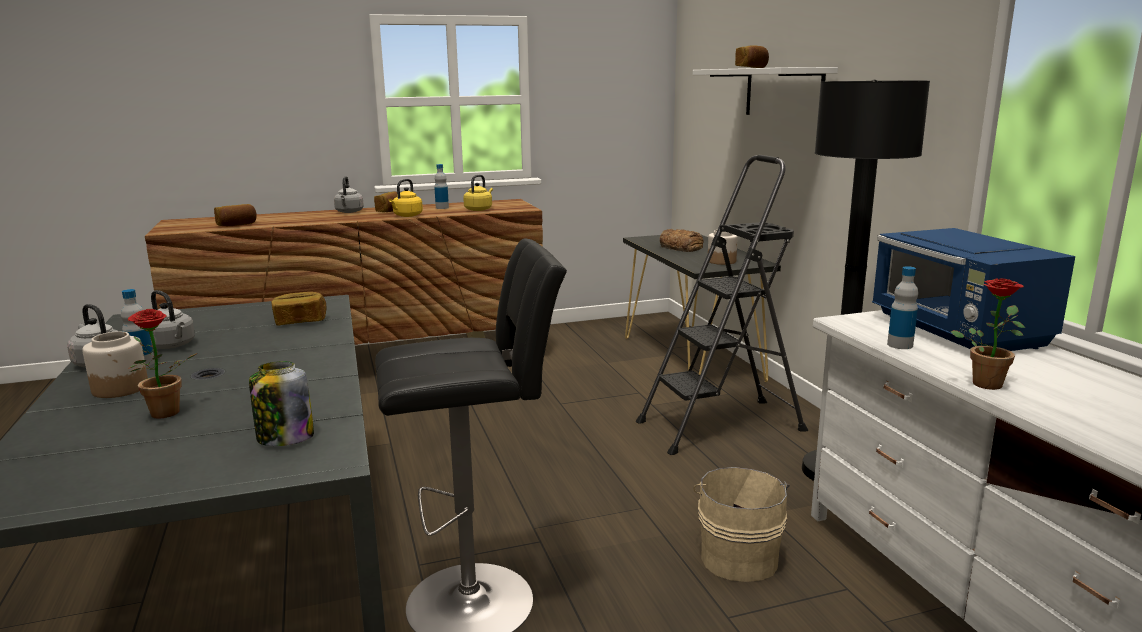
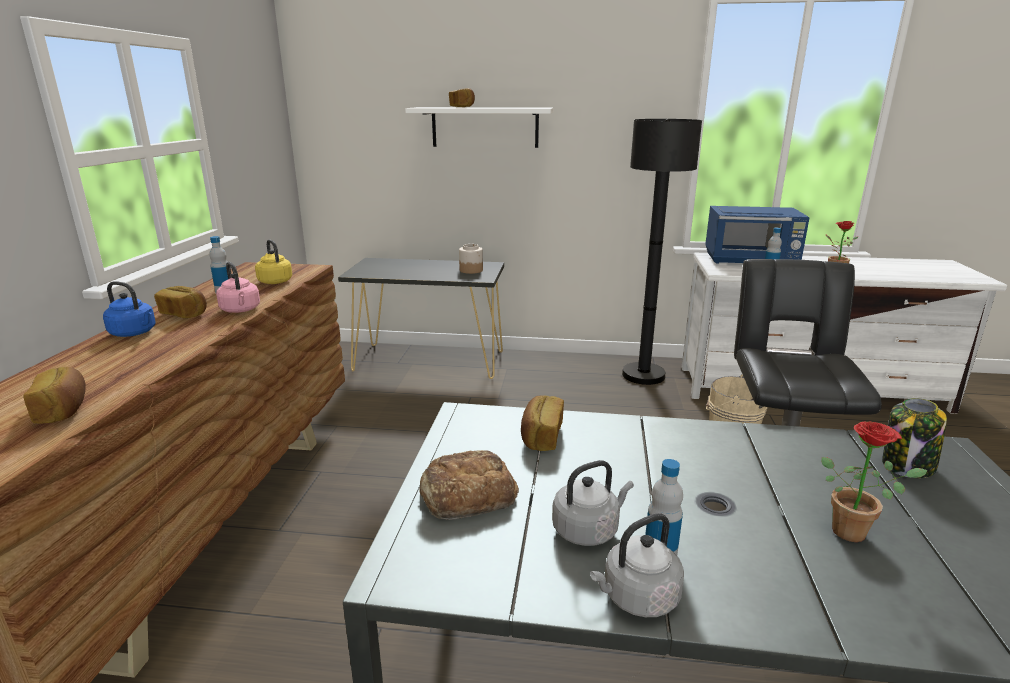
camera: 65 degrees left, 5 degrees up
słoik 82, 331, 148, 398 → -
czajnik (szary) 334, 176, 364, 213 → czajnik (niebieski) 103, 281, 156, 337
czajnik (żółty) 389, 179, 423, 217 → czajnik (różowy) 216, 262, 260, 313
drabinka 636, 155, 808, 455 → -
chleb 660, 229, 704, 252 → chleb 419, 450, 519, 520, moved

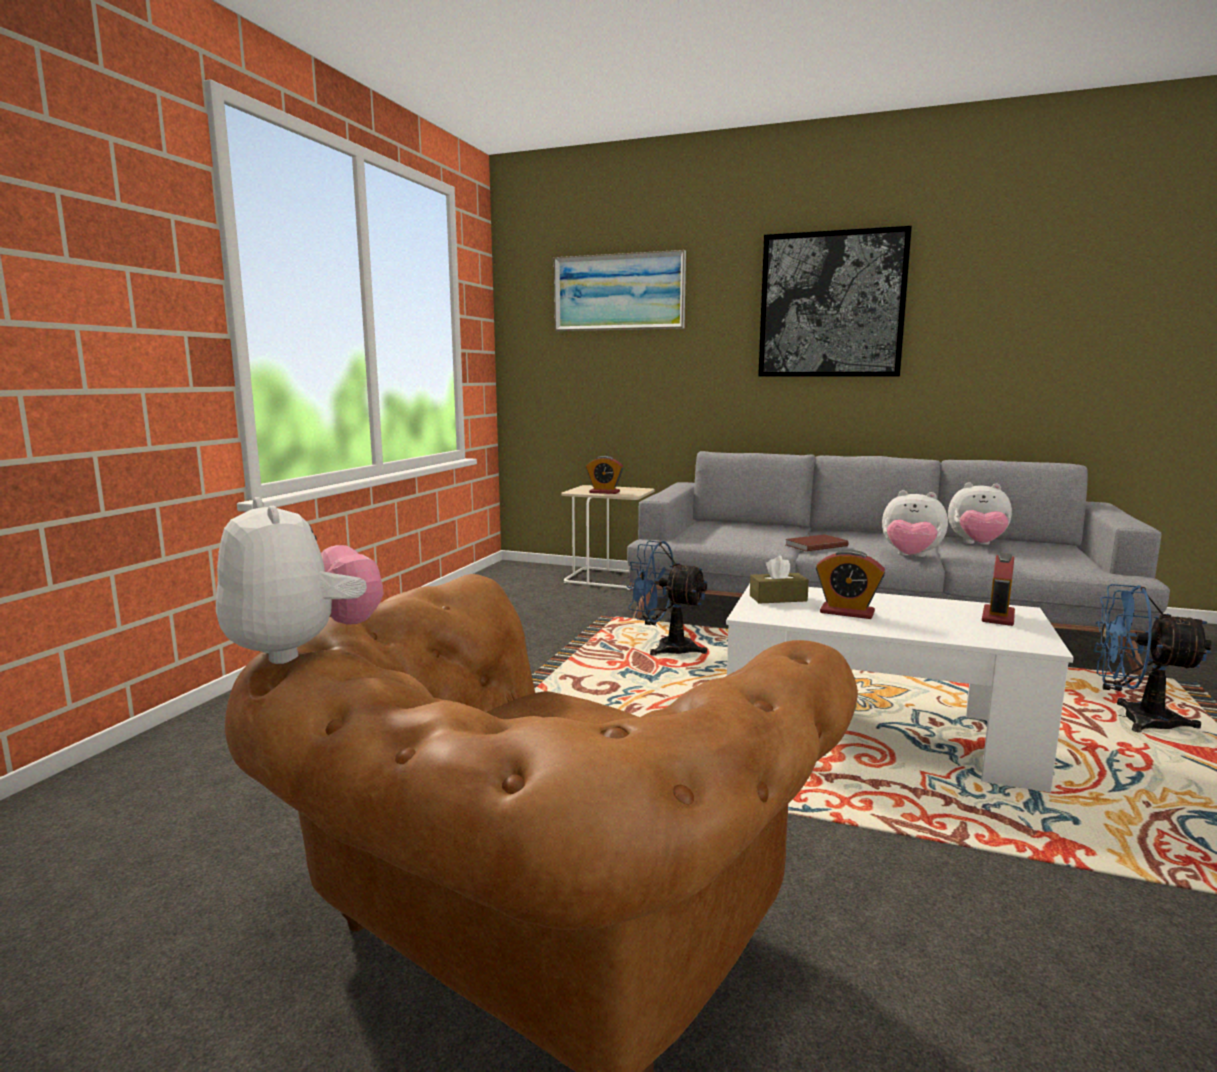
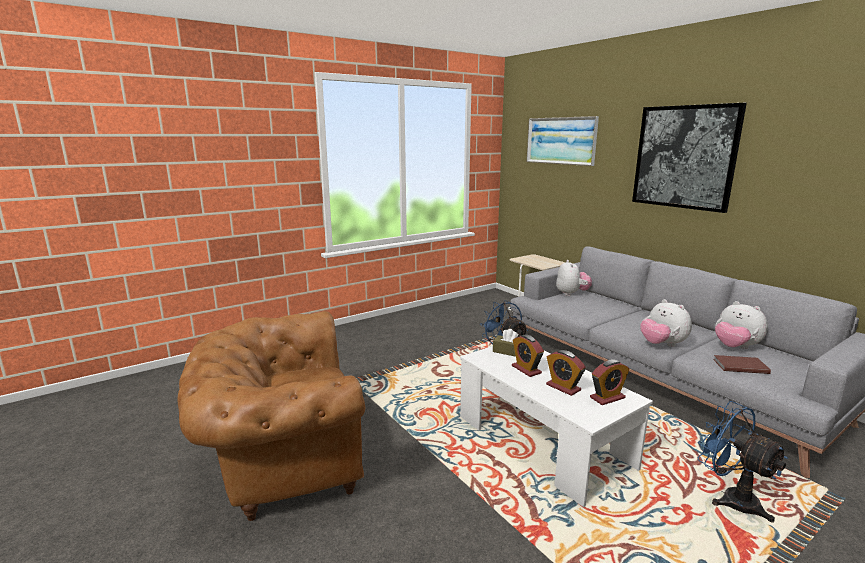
camera: 35 degrees right, 5 degrees up
pluszak 216, 497, 384, 664 → pluszak 556, 260, 592, 296, moved
budzik 586, 456, 623, 494 → budzik 546, 350, 586, 396, moved
książka (brązowy) 785, 534, 848, 552 → książka (brązowy) 713, 355, 771, 374, moved

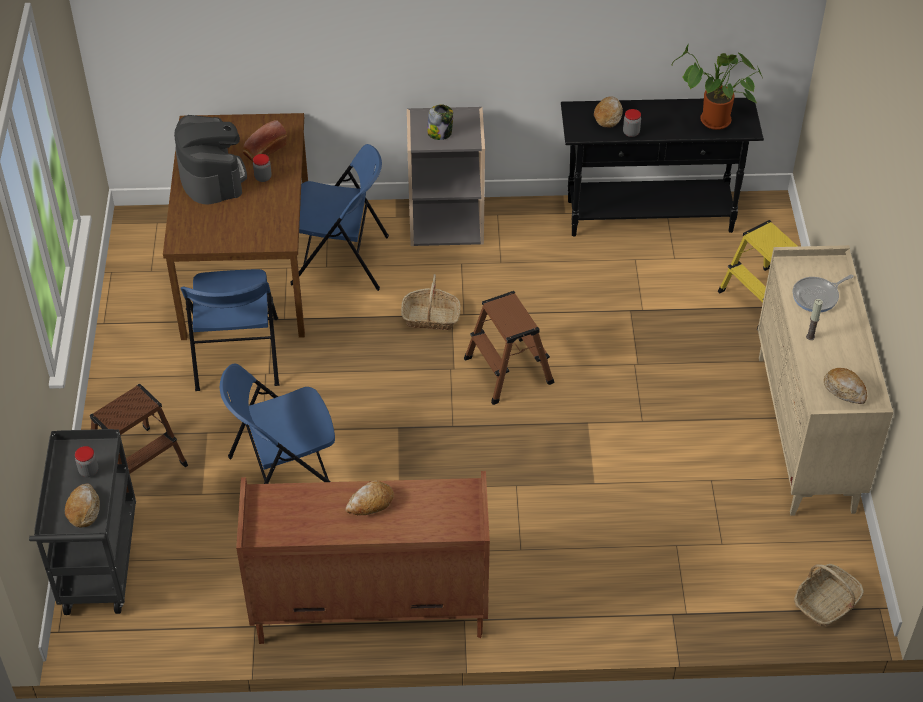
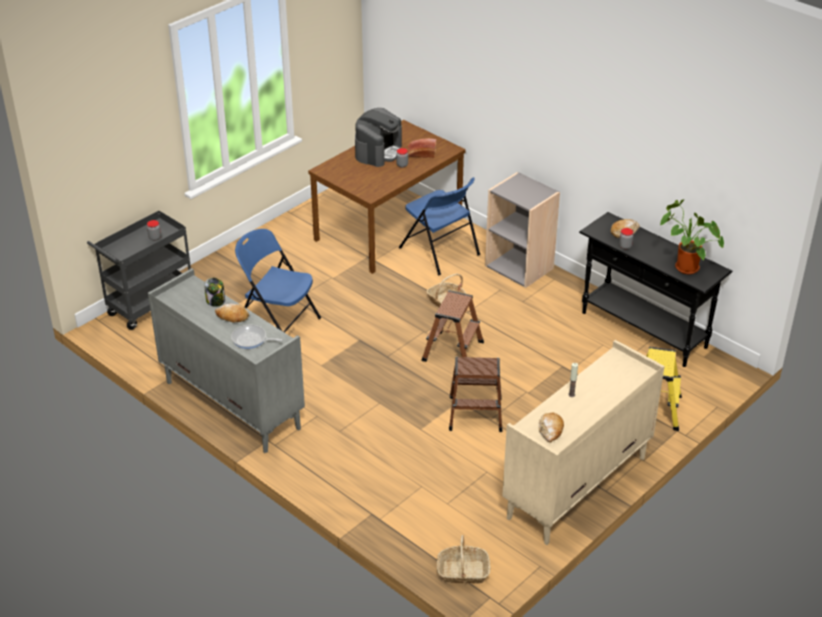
camera: 45 degrees right, 10 degrees down
chleb 65, 484, 100, 527 → -
drabinka (brązowy) 90, 383, 188, 493 → drabinka (brązowy) 449, 357, 502, 432, moved
krzesło (niebieski) 180, 269, 280, 391 → -
szafka (brązowy) 236, 471, 490, 644 → szafka (szary) 148, 268, 305, 453
słoik 427, 104, 453, 140 → słoik 204, 278, 225, 307, moved
patelnia 793, 275, 854, 312 → patelnia 231, 325, 282, 349, moved

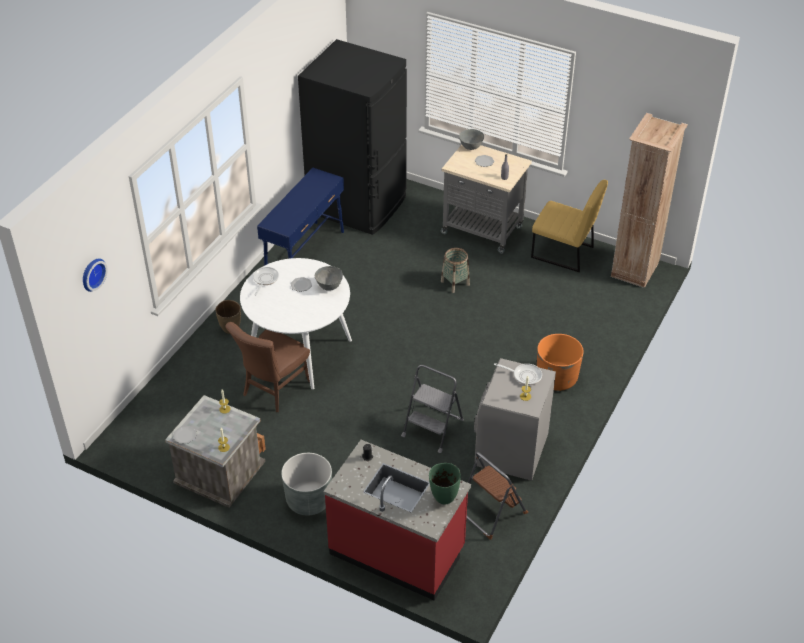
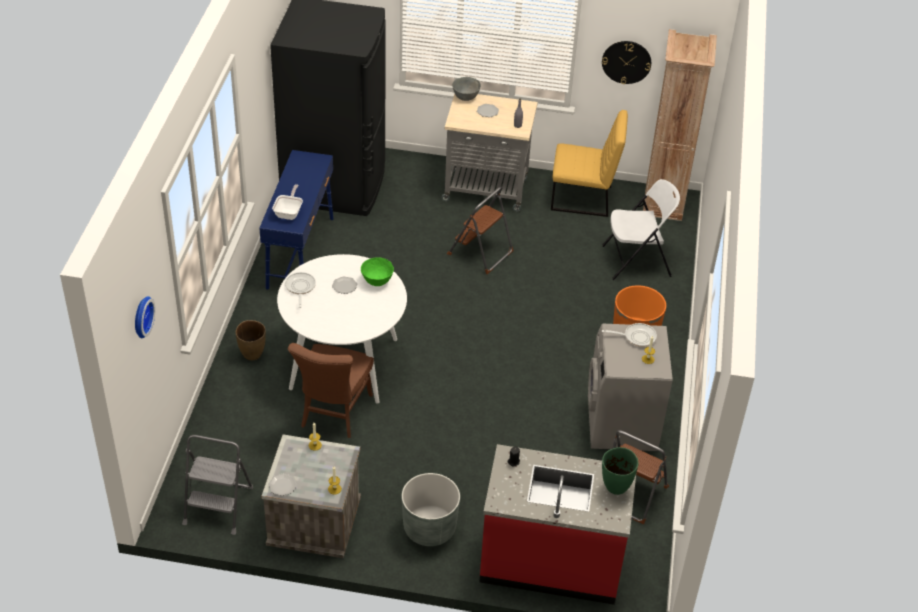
camera: 20 degrees left, 0 degrees up
miska (szary) 315, 266, 343, 291 → miska (zielony) 361, 257, 394, 286
drabinka (szary) 401, 365, 464, 453 → drabinka (szary) 182, 435, 253, 535, moved
koszyk 441, 248, 470, 293 → drabinka (brązowy) 447, 186, 514, 274
- → patelnia 272, 184, 303, 220
- → zegar ścienny 602, 41, 651, 84
- → krzesło (biały) 602, 179, 680, 280

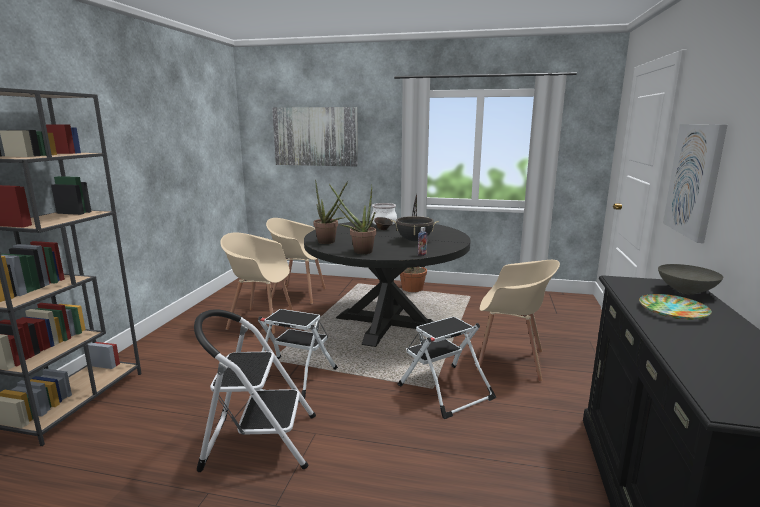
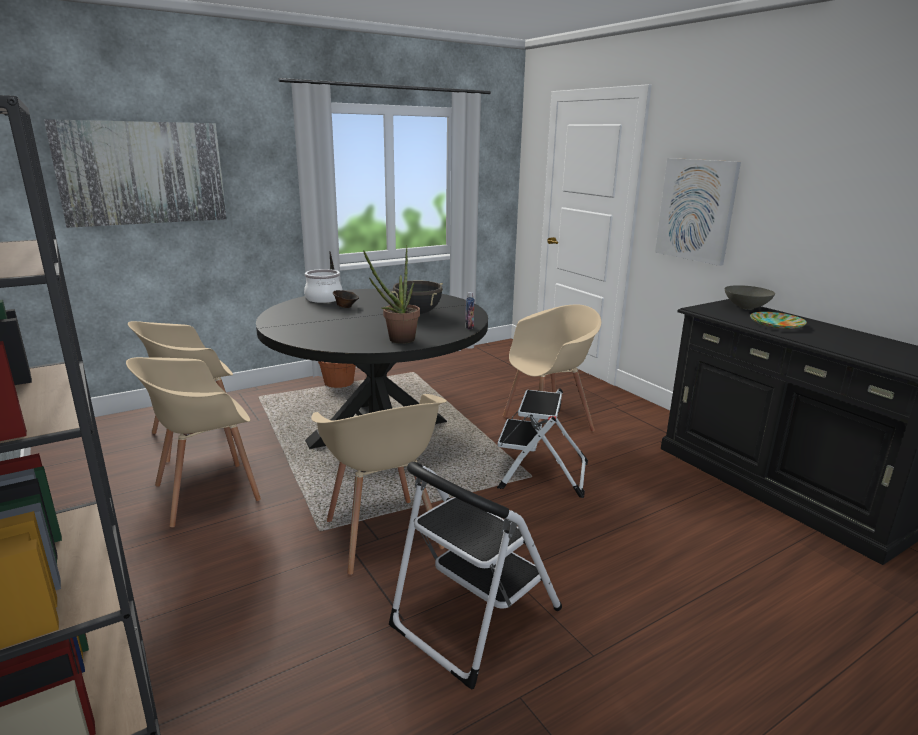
camera: 45 degrees left, 5 degrees up
drabinka 258, 309, 338, 402 → krzesło (beżowy) 311, 394, 447, 575
roślina doniczkowa 313, 180, 348, 244 → -

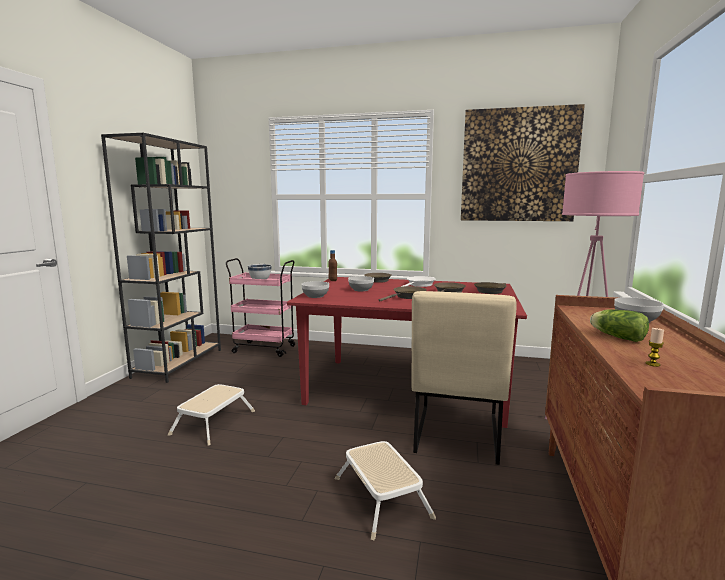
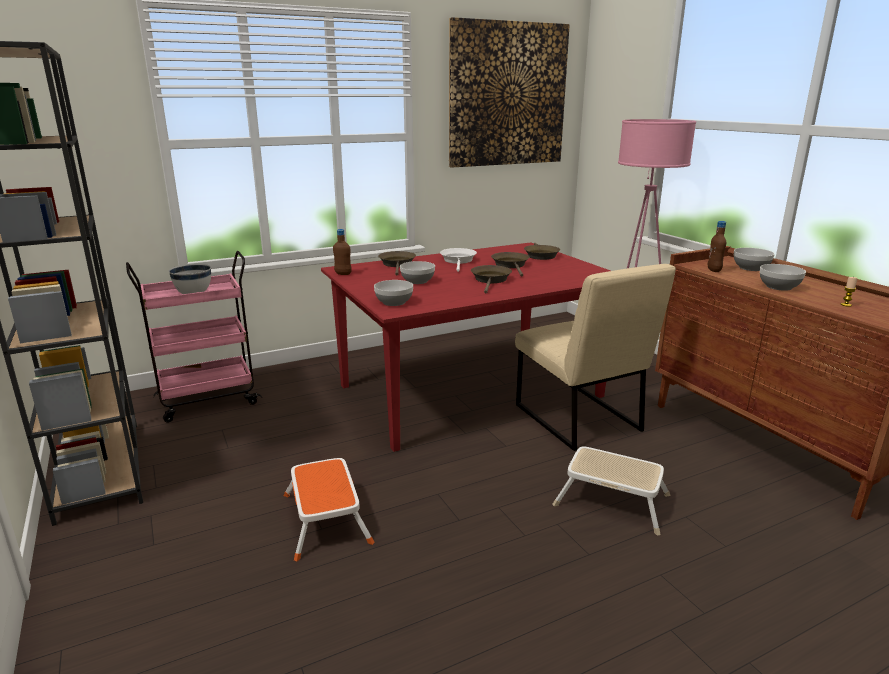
camera: 40 degrees left, 10 degrees up
drabinka (beżowy) 168, 384, 255, 446 → drabinka (pomarańczowy) 284, 458, 375, 562
sałata 590, 309, 649, 342 → miska 760, 264, 806, 291
- → butelka (brązowy) 708, 221, 726, 272

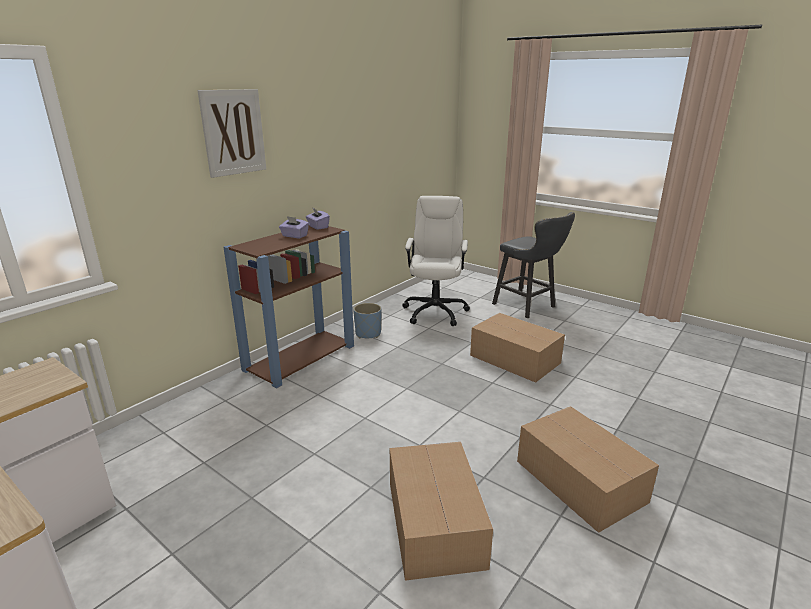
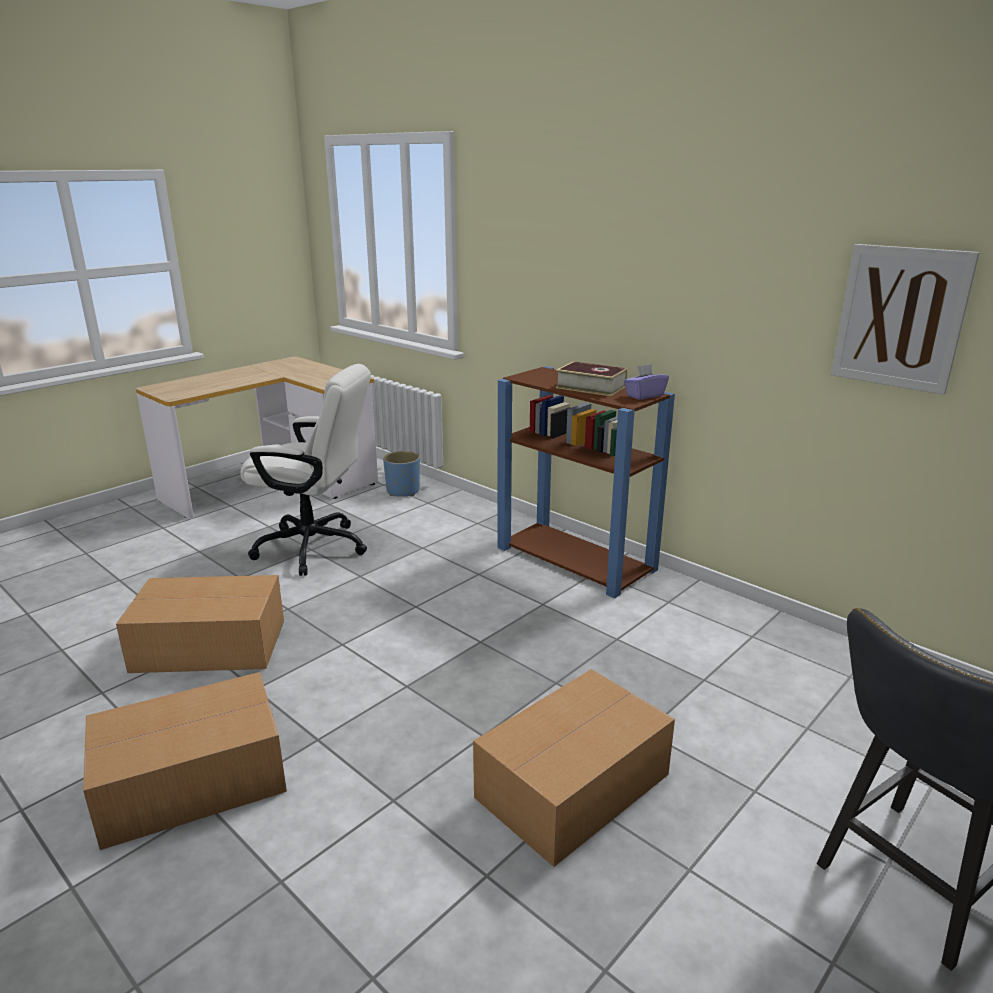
camera: 95 degrees right, 0 degrees up
obraz 197, 89, 266, 178 → obraz 831, 244, 980, 395, moved
pudełko chusteczek (fioletowy) 279, 216, 309, 238 → książka 556, 361, 628, 396
donica (niebieski) 353, 303, 382, 338 → donica (niebieski) 383, 451, 420, 497, moved
krzesło biurowe (biały) 402, 196, 470, 326 → krzesło biurowe (biały) 240, 364, 371, 576, moved

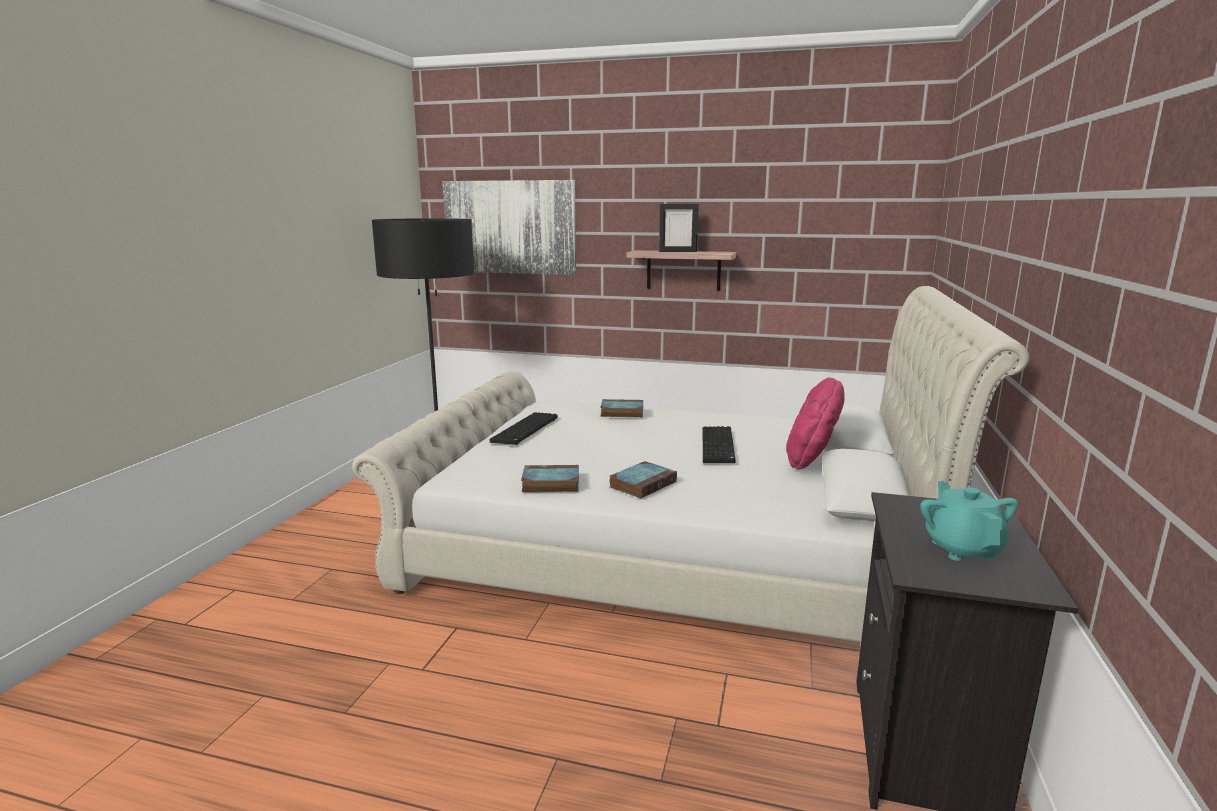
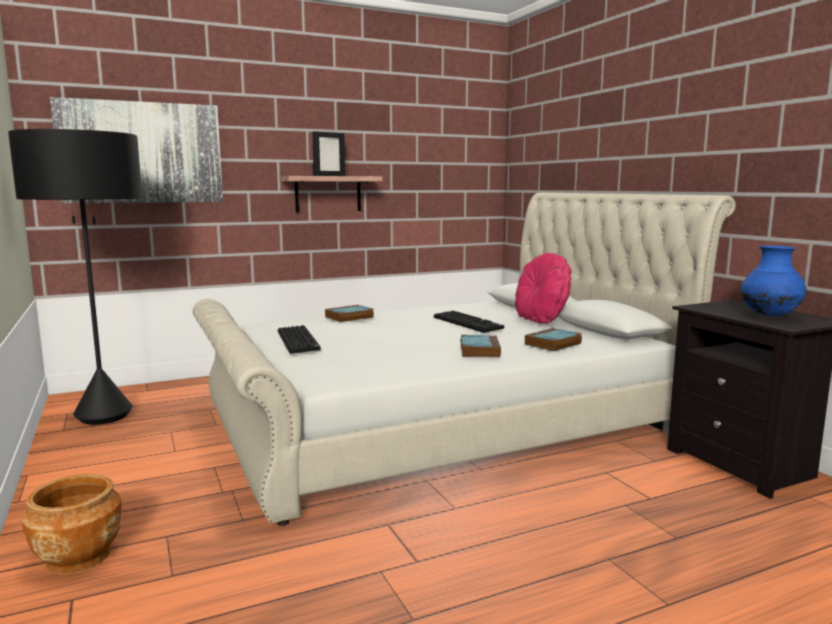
camera: 40 degrees left, 5 degrees down
książka 521, 465, 579, 492 → książka 525, 328, 582, 351, moved
imbryk (turkusowy) 920, 481, 1018, 561 → wazon (niebieski) 741, 246, 807, 316
- → donica (brązowy) 22, 474, 121, 575

